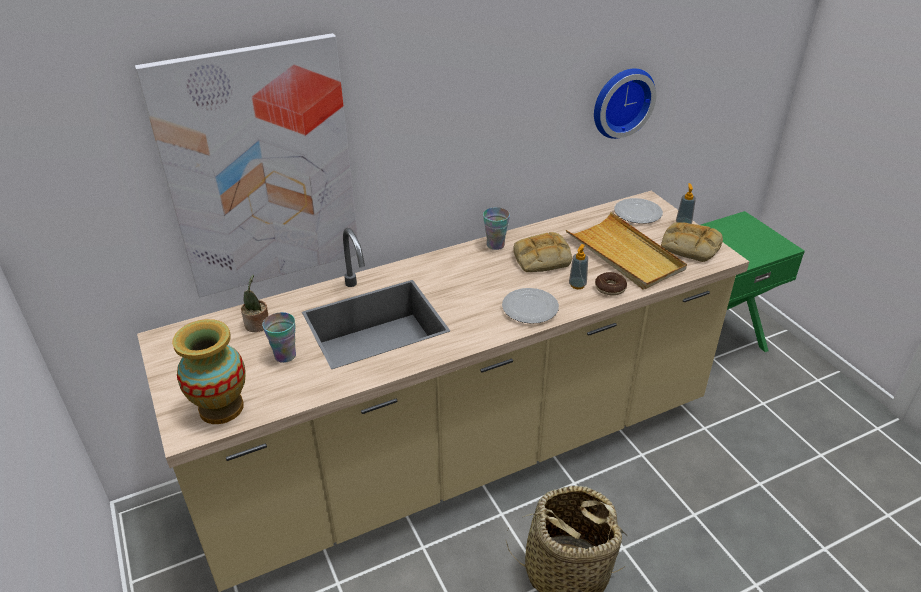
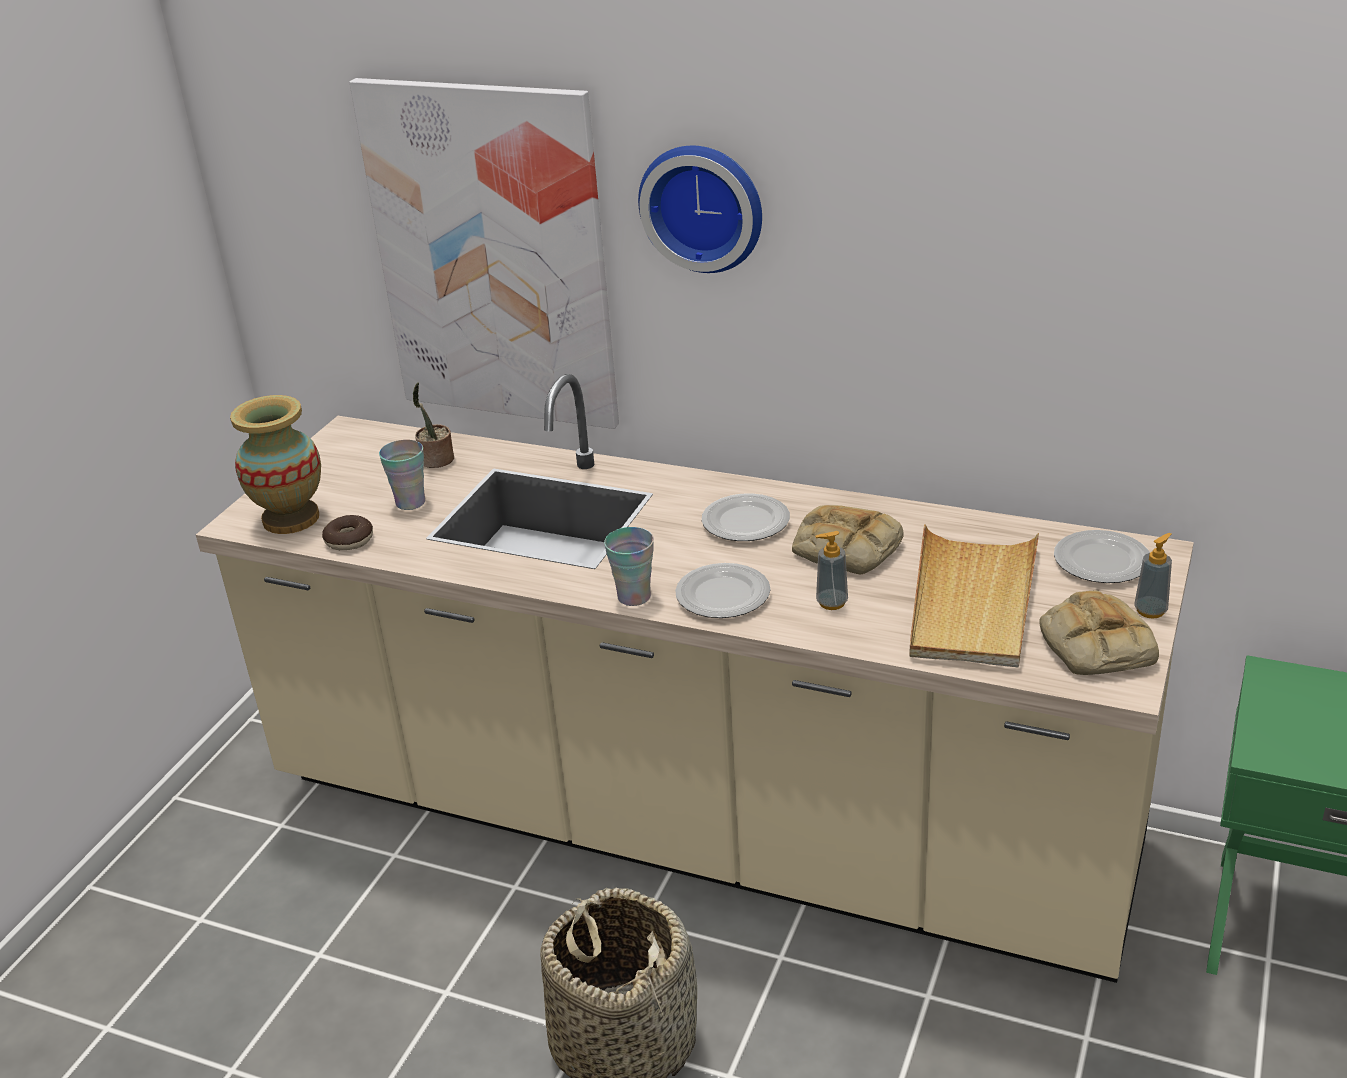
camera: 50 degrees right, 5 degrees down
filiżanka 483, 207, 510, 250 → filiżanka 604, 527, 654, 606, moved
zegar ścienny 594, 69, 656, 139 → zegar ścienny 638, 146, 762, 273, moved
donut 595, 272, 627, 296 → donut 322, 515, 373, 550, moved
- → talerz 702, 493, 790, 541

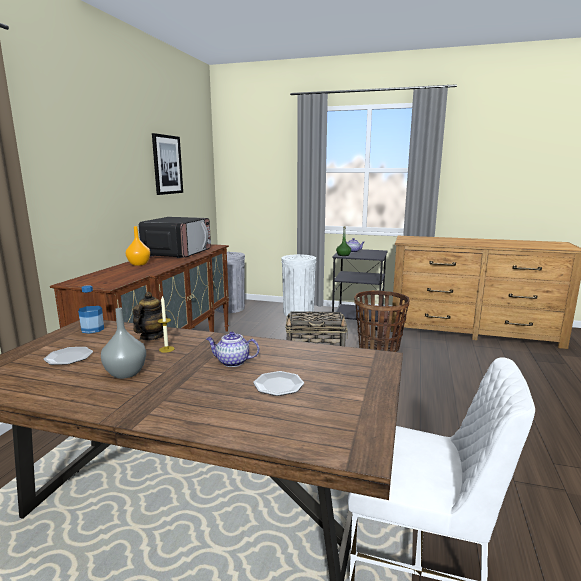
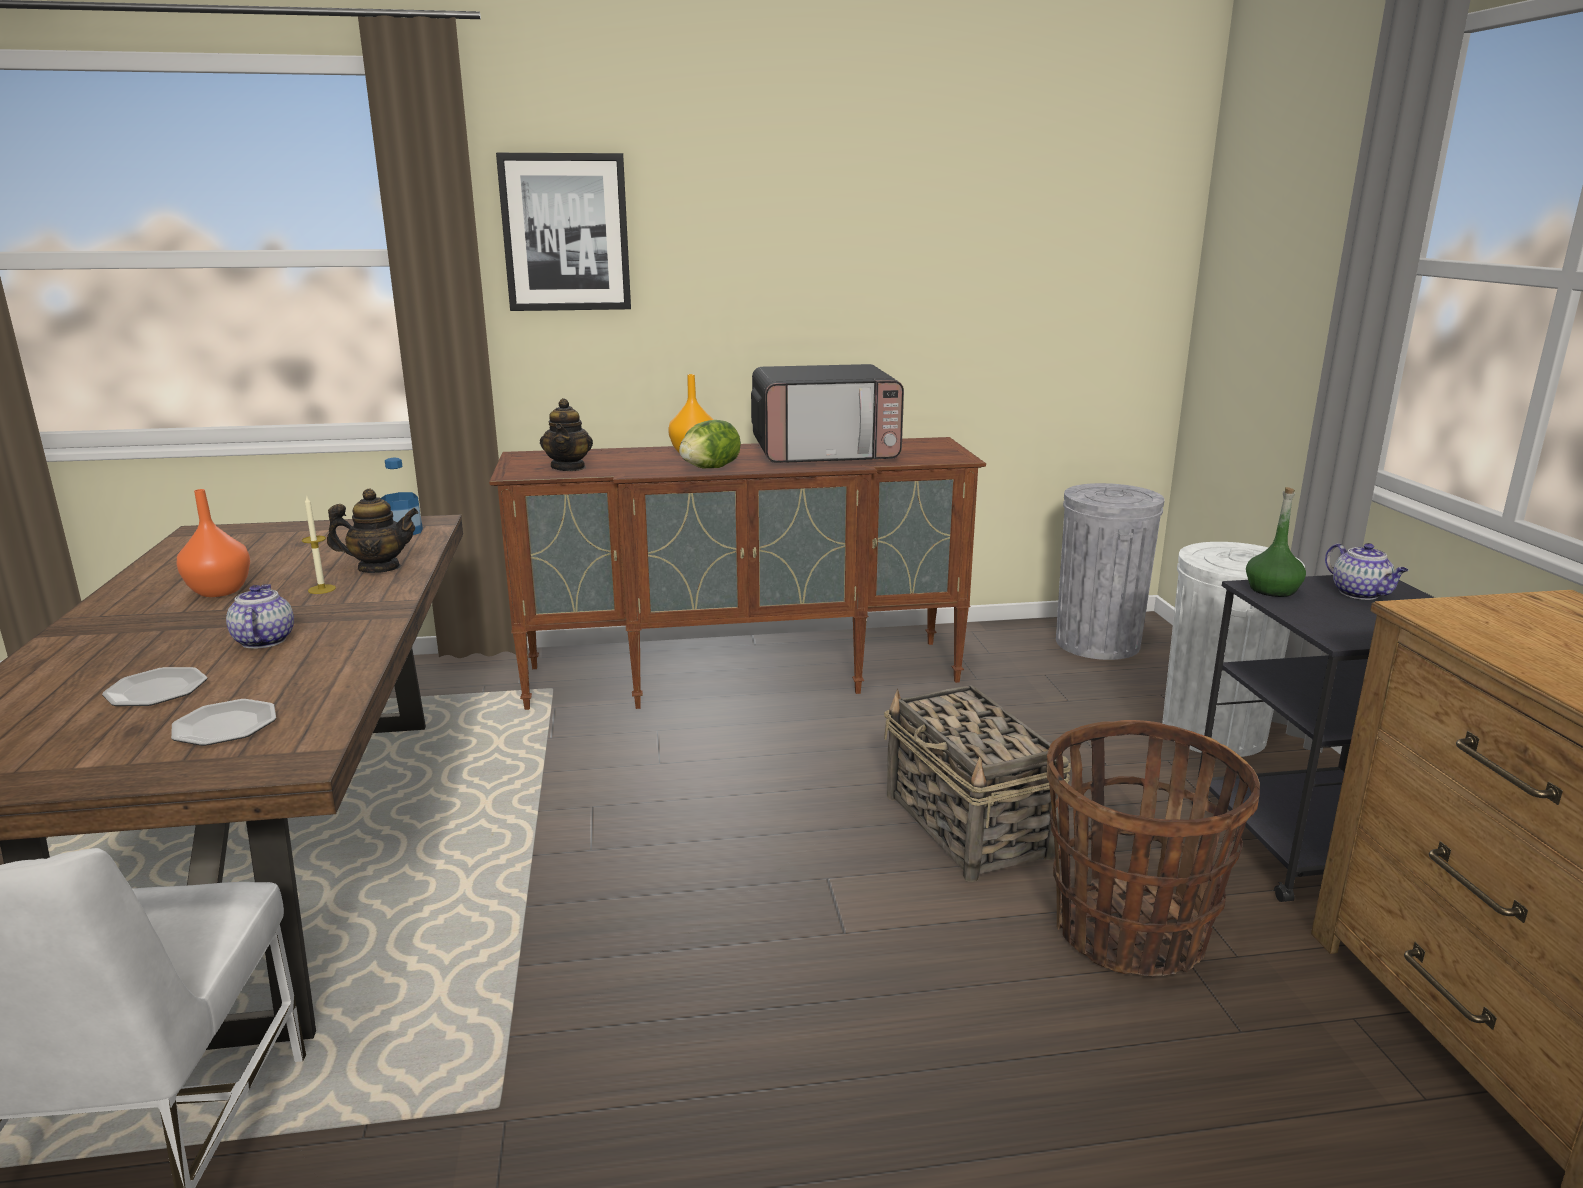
camera: 65 degrees right, 5 degrees up
talerz 43, 347, 93, 365 → talerz 171, 699, 276, 746, moved
wazon (szary) 101, 308, 146, 379 → wazon (pomarańczowy) 176, 489, 250, 597
obraz 152, 133, 183, 195 → obraz 496, 153, 631, 311, moved
- → imbryk 540, 398, 593, 471
- → sałata 679, 420, 741, 468

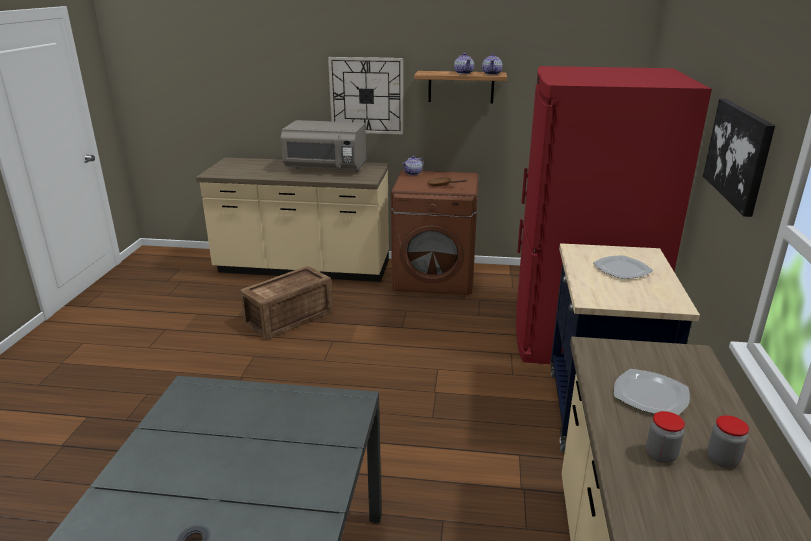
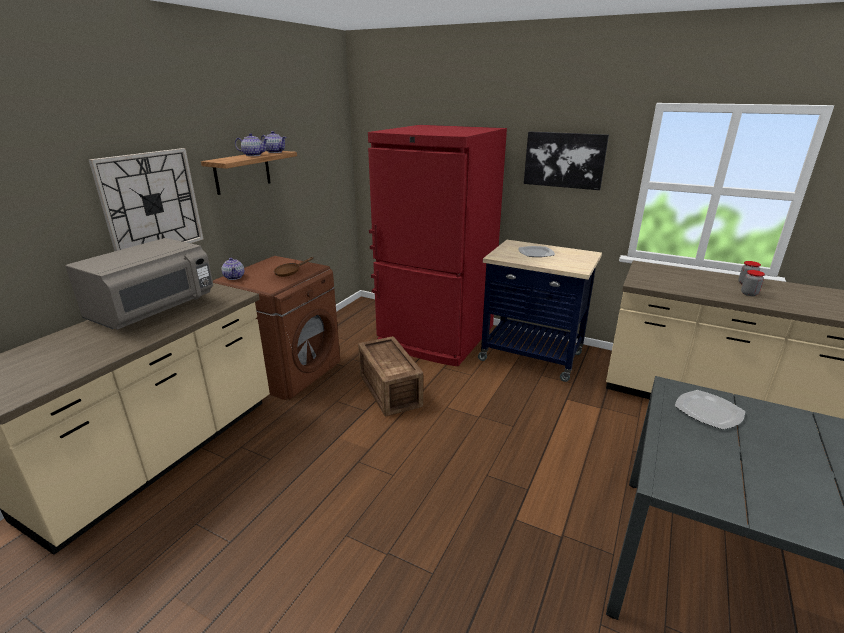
camera: 70 degrees left, 0 degrees up
skrzynka 240, 266, 333, 340 → skrzynka 358, 336, 423, 416, moved
talerz 614, 369, 690, 415 → talerz 675, 390, 745, 430, moved

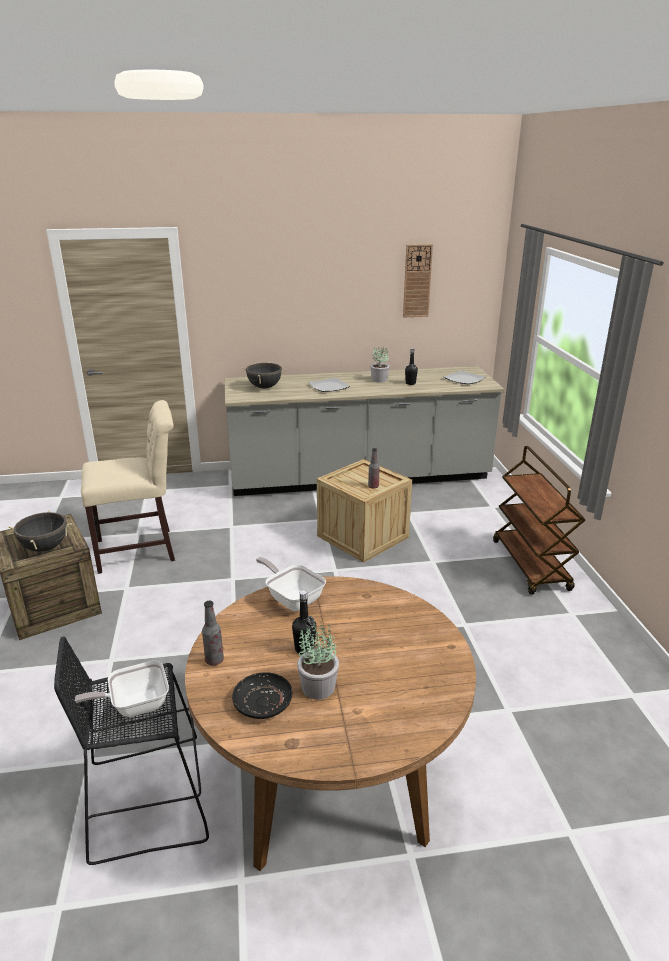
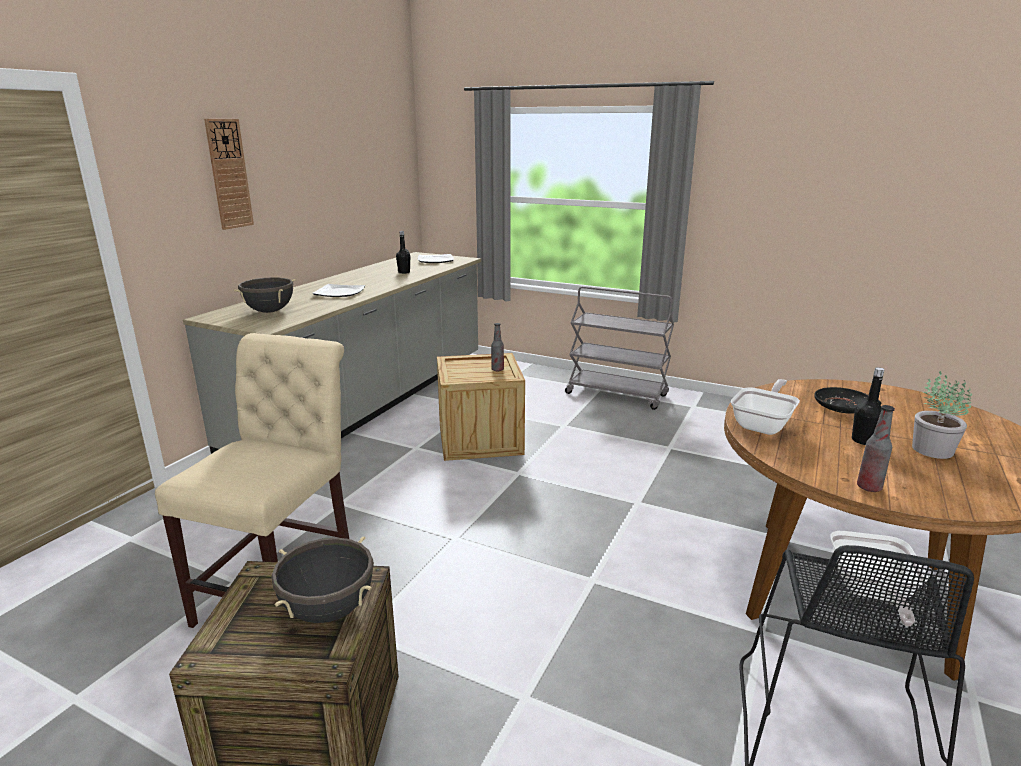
camera: 55 degrees left, 5 degrees down
talerz (czarny) 232, 672, 292, 719 → talerz (czarny) 814, 387, 868, 414, moved
patelnia 256, 557, 326, 611 → patelnia 731, 379, 800, 435, 135 degrees clockwise
roślina doniczkowa 370, 347, 390, 383 → -
zegar ścienny 403, 244, 433, 317 → zegar ścienny 204, 119, 254, 230, moved
wózek (brązowy) 493, 446, 586, 595 → wózek (szary) 565, 286, 674, 410

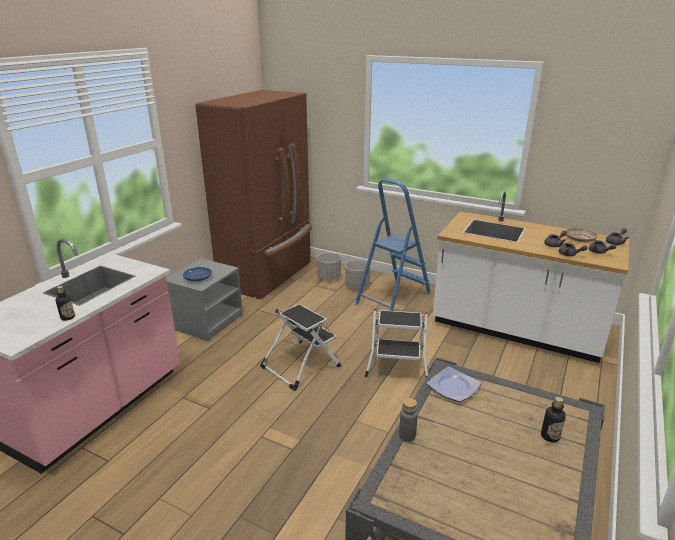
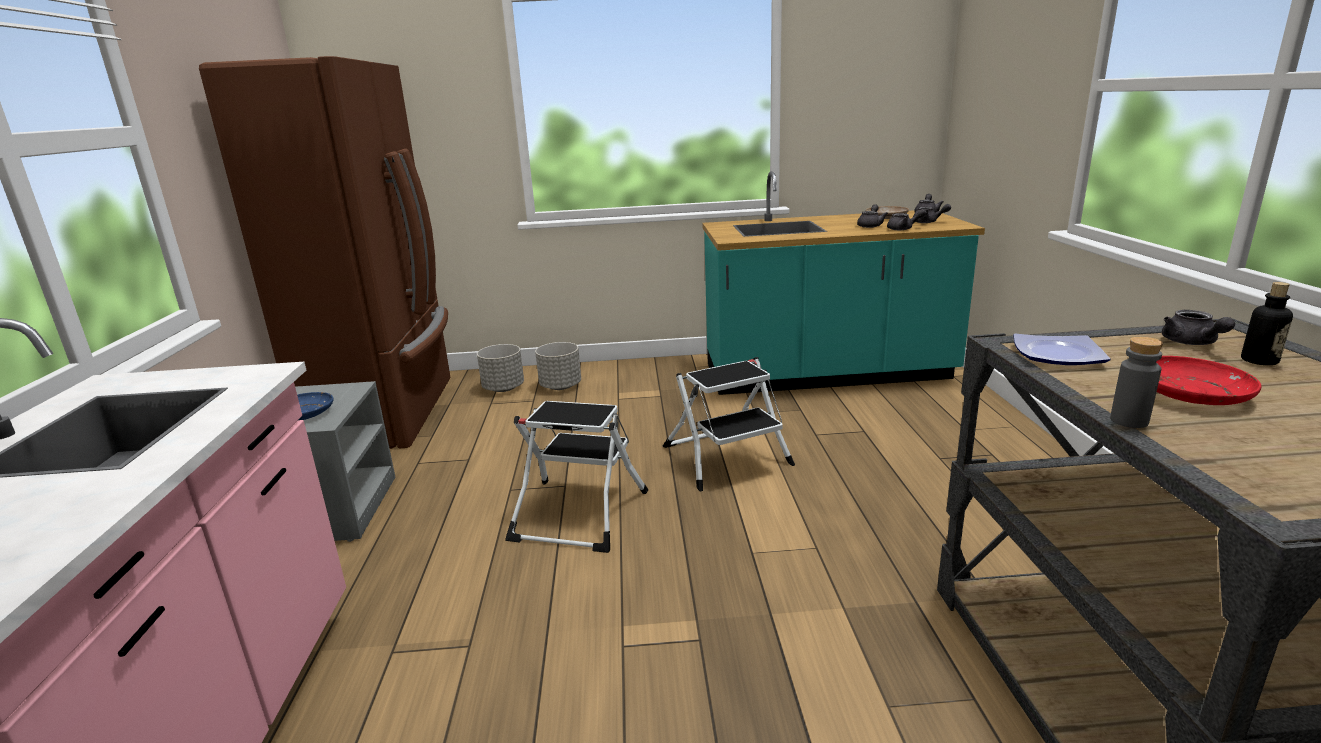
camera: 30 degrees left, 5 degrees down
butelka 56, 286, 75, 321 → -
drabinka (niebieski) 355, 178, 431, 311 → -
zabudowa kuchenna (biały) 433, 191, 629, 363 → zabudowa kuchenna (turkusowy) 702, 171, 985, 395
- → talerz (czerwony) 1156, 356, 1261, 405
- → imbryk (szary) 1162, 310, 1235, 345

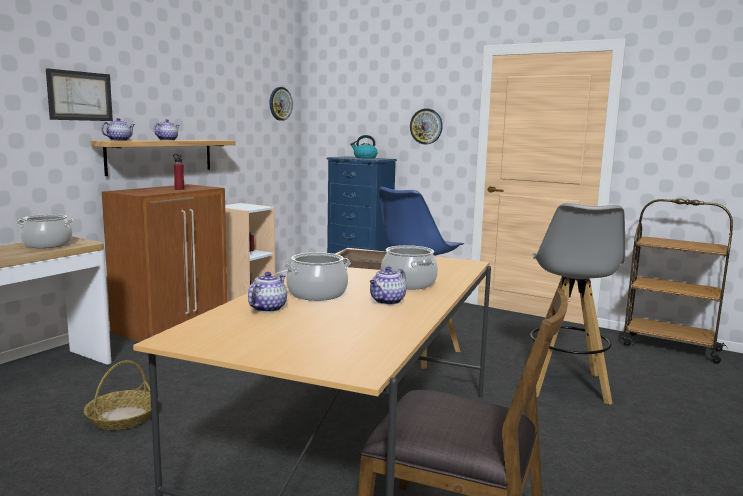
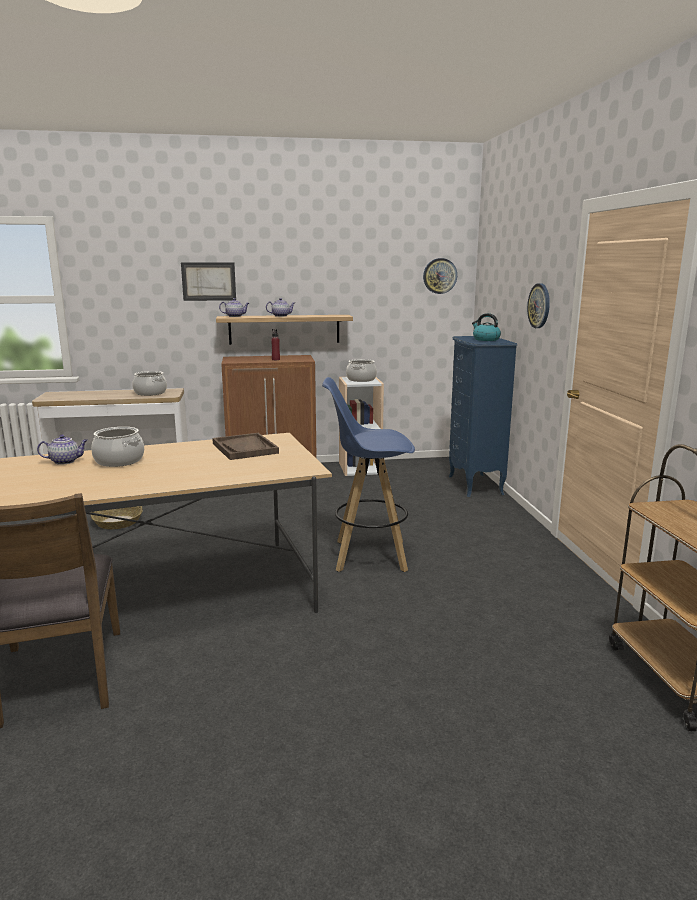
camera: 50 degrees right, 5 degrees up
imbryk 370, 267, 406, 305 → -
garnek 381, 245, 438, 289 → garnek 346, 359, 377, 382, moved
stołek (szary) 530, 203, 625, 405 → -

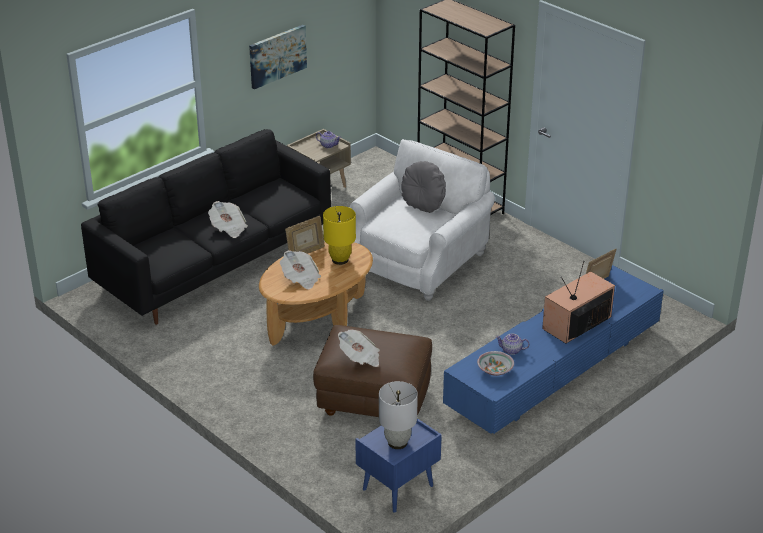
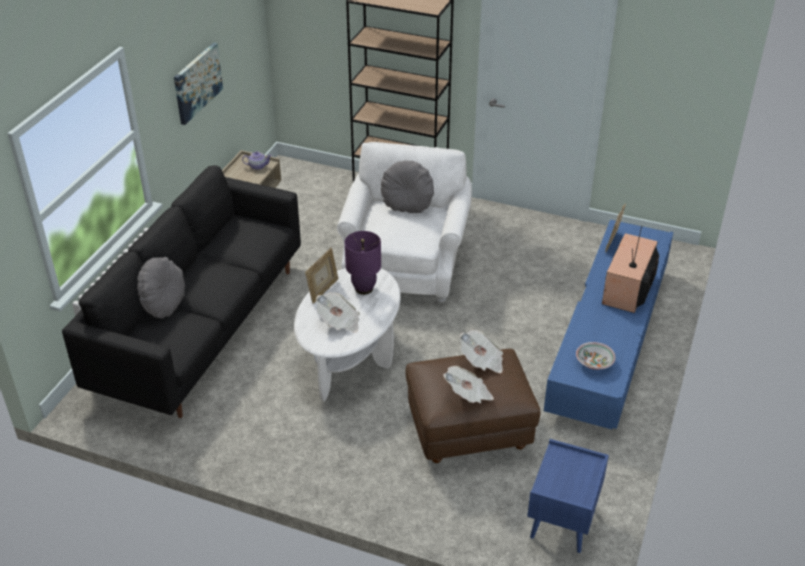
camera: 25 degrees left, 5 degrees up
gazeta 208, 201, 248, 238 → gazeta 459, 330, 503, 373, moved
ława (brązowy) 259, 242, 373, 346 → ława (biały) 294, 268, 401, 402
lampa stołowa (żółty) 323, 206, 356, 265 → lampa stołowa (fioletowy) 345, 231, 381, 295
lampa stołowa (biały) 379, 381, 418, 449 → -
imbryk 495, 334, 529, 355 → -
- → poduszka (szary) 137, 257, 185, 319

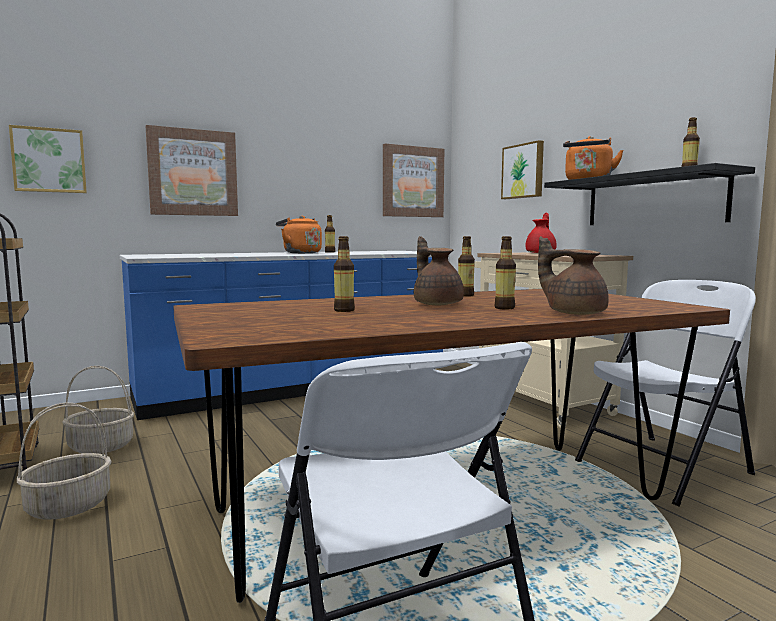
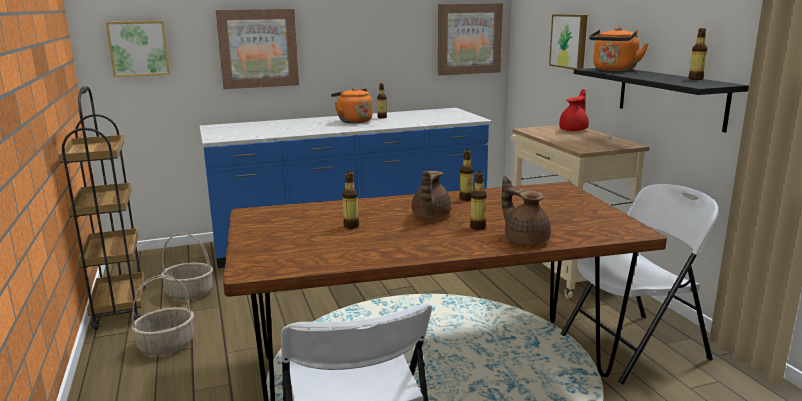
camera: 10 degrees right, 10 degrees up
imbryk (brązowy) 414, 236, 464, 305 → imbryk (brązowy) 411, 171, 451, 218, 150 degrees counterclockwise

